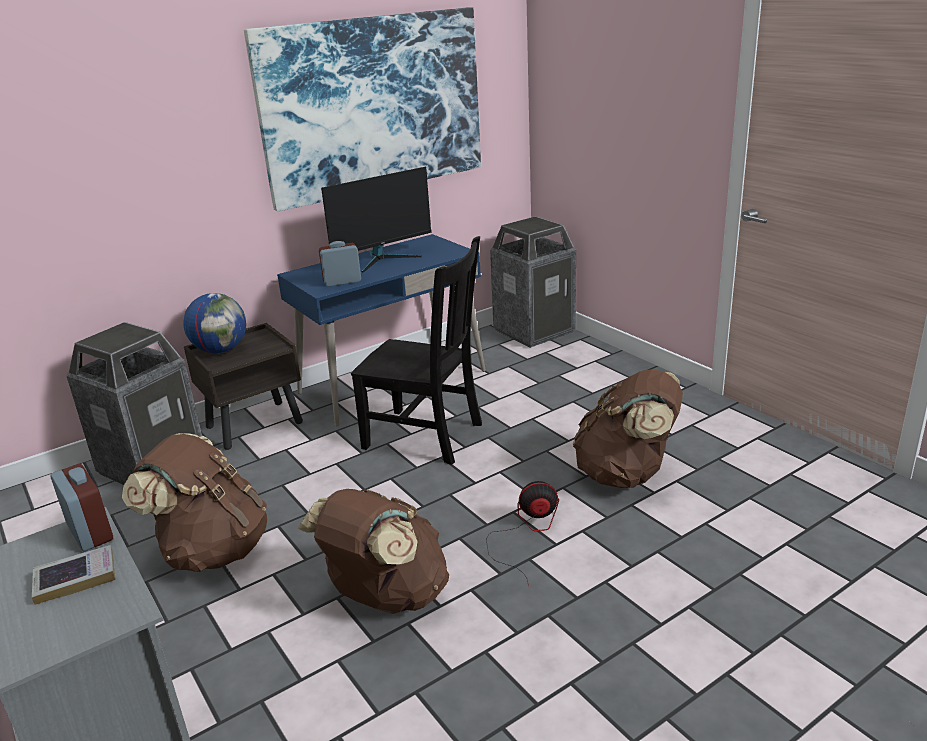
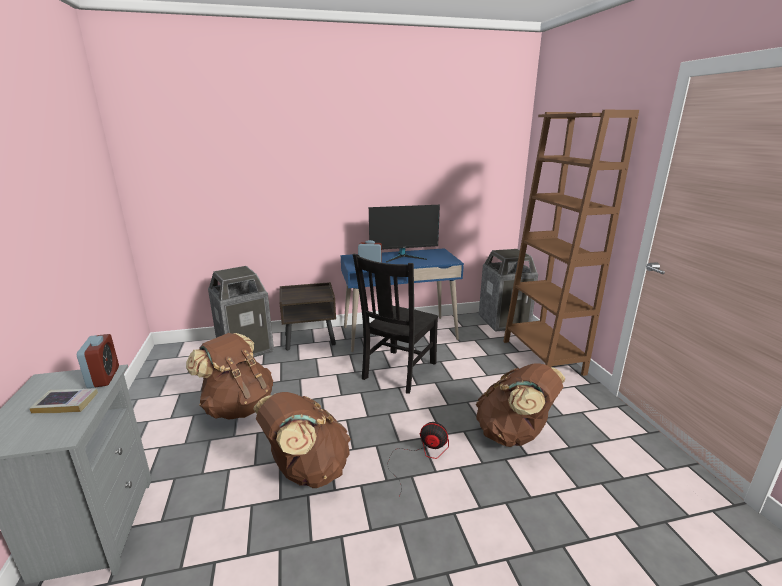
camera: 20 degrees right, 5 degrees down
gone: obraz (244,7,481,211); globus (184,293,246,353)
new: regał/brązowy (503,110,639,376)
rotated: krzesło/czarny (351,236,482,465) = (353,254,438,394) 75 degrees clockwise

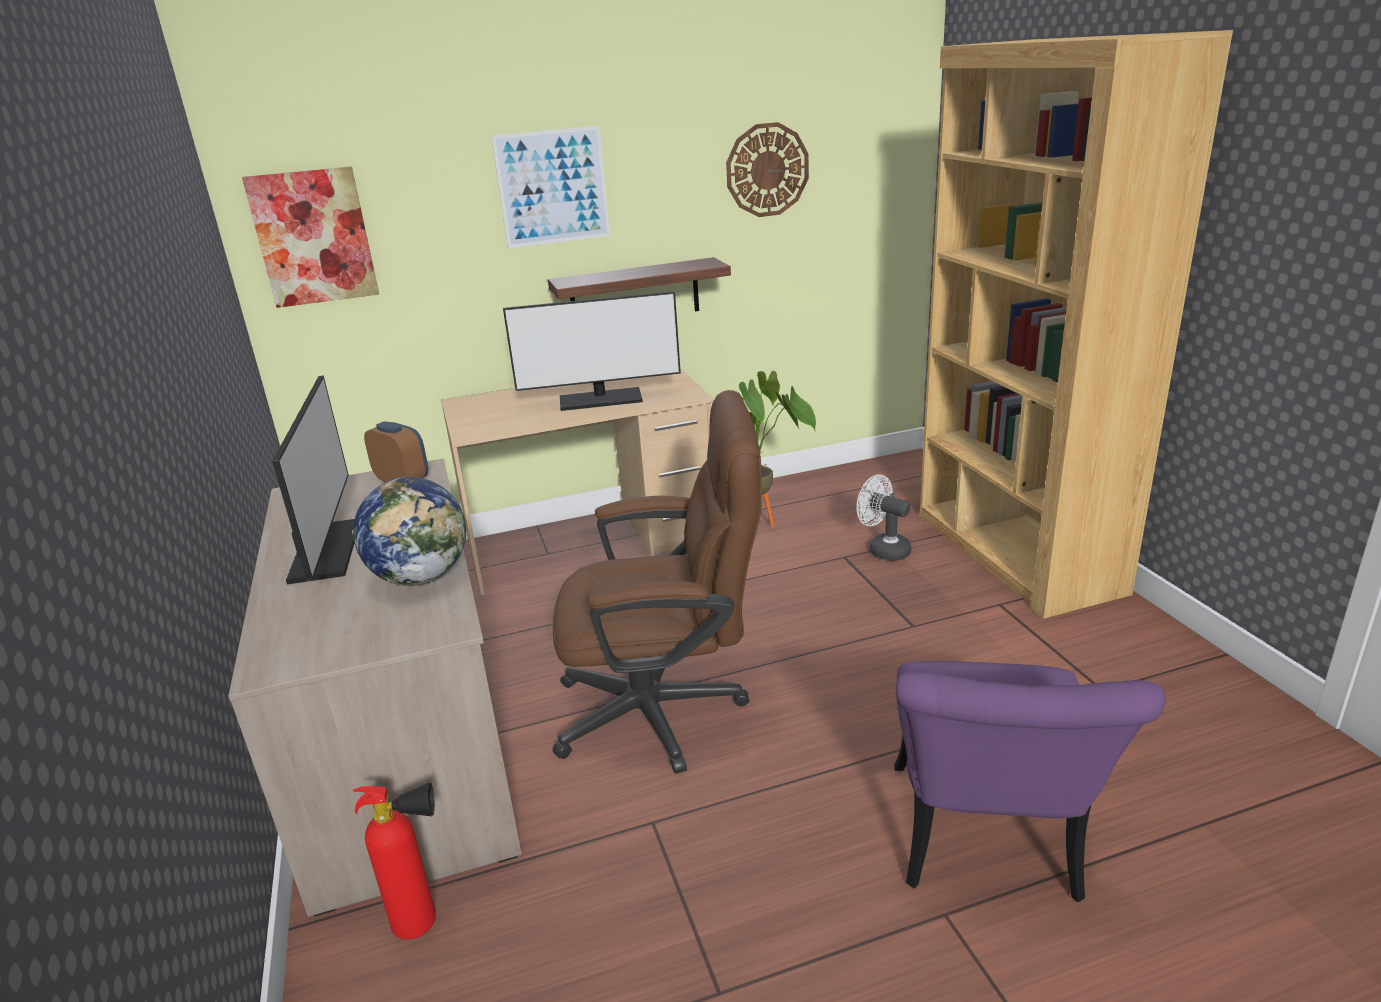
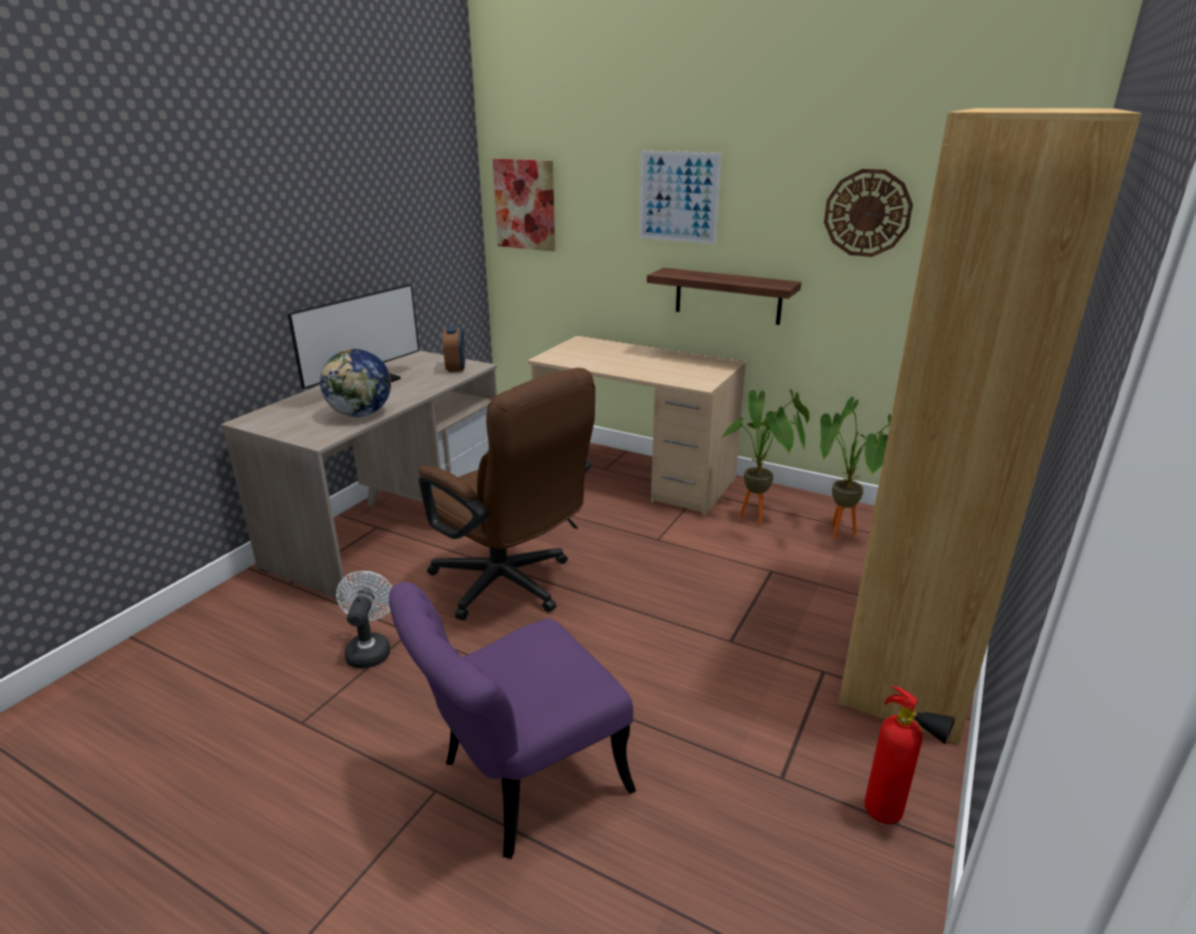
camera: 45 degrees right, 0 degrees up
gone: monitor (503,291,681,411)
new: roślina doniczkowa (820,397,891,539)
shifted: wentylator/biały (856,474,912,561) to (336,571,393,668); gaśnica (353,782,436,940) to (864,686,955,824)

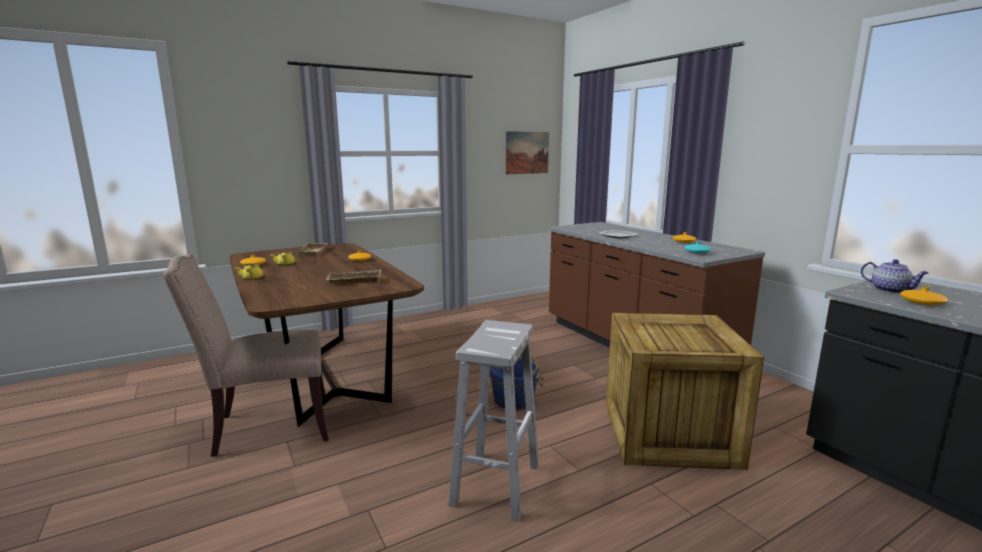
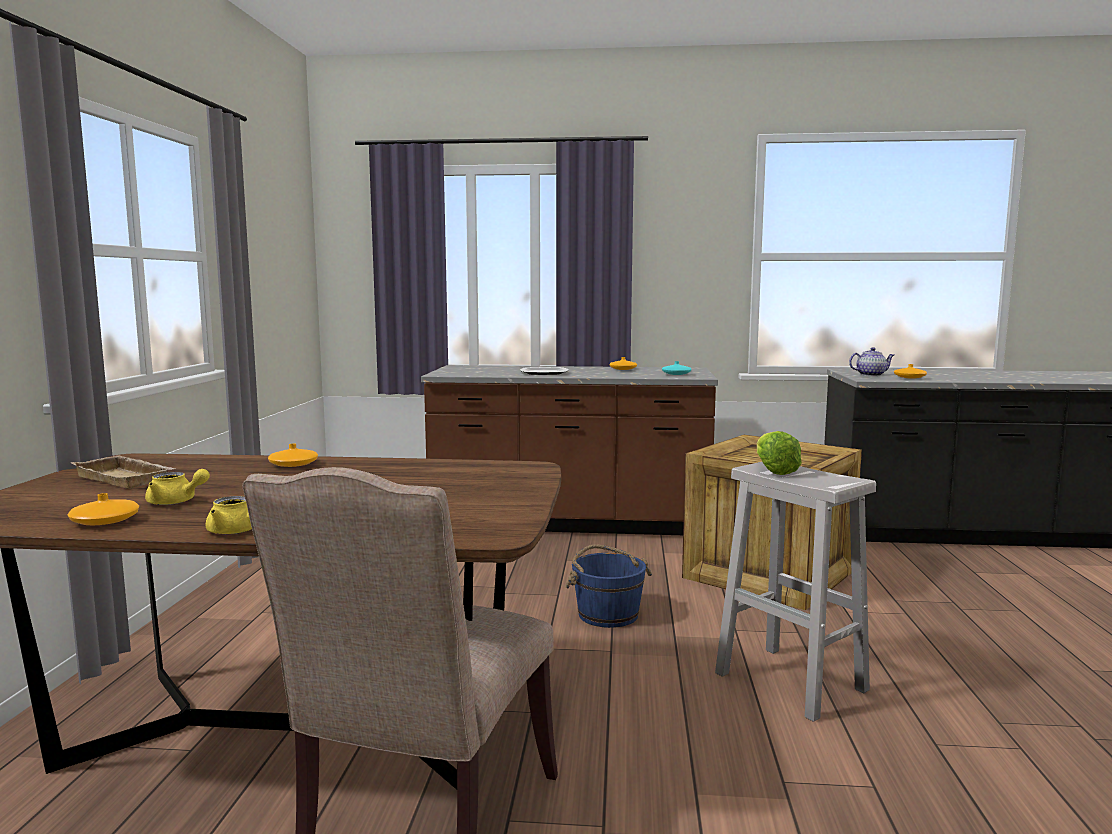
camera: 55 degrees left, 5 degrees down
gone: obraz (505,131,549,174); taca/beżowy (326,269,381,284)
new: sałata (757,431,802,475)

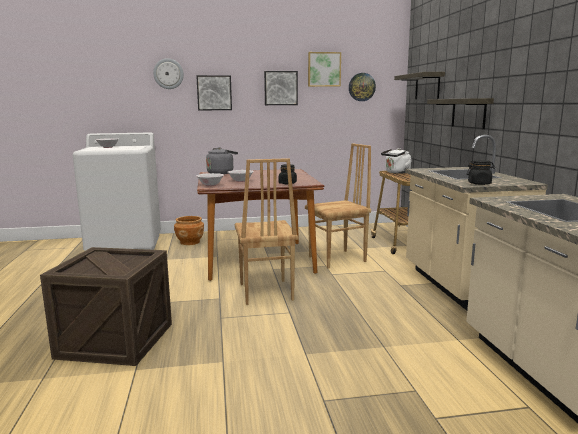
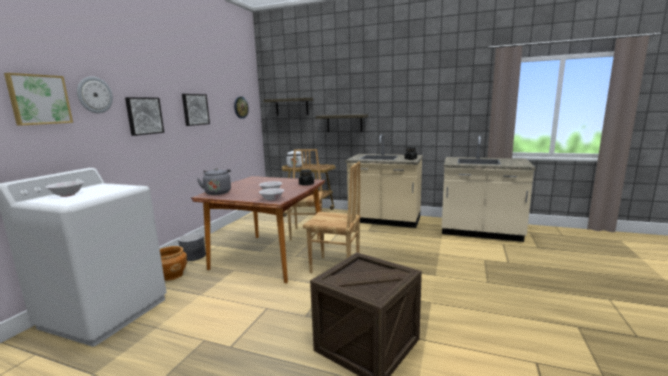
camera: 60 degrees left, 0 degrees up
new: donica/szary (178,233,206,261)
shifted: obraz (308,52,341,87) to (4,73,73,126)

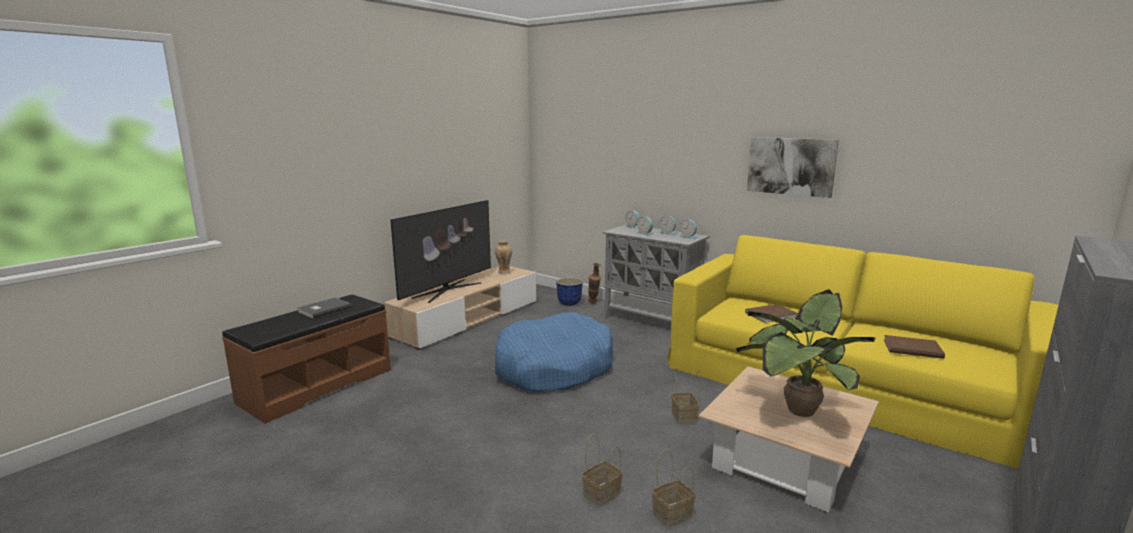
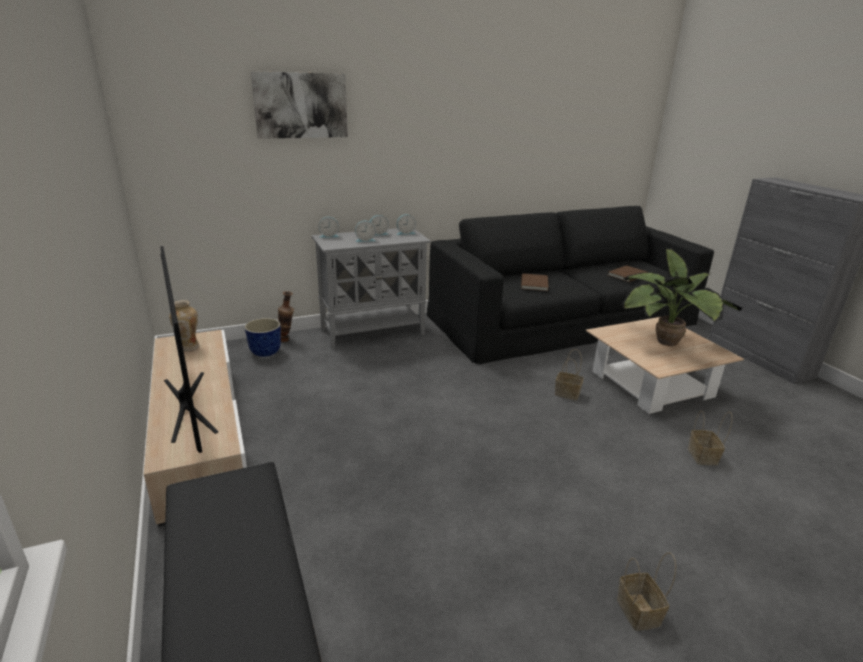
camera: 60 degrees left, 10 degrees up
gone: książka/szary (298,298,352,319); legowisko/niebieski (495,312,613,392)
shifted: obraz (747,137,839,198) to (251,71,348,139); koszyk (582,433,622,506) to (617,552,676,631)
repainted: kanapa/żółty (668,235,1058,469) to kanapa/czarny (427,206,714,365)

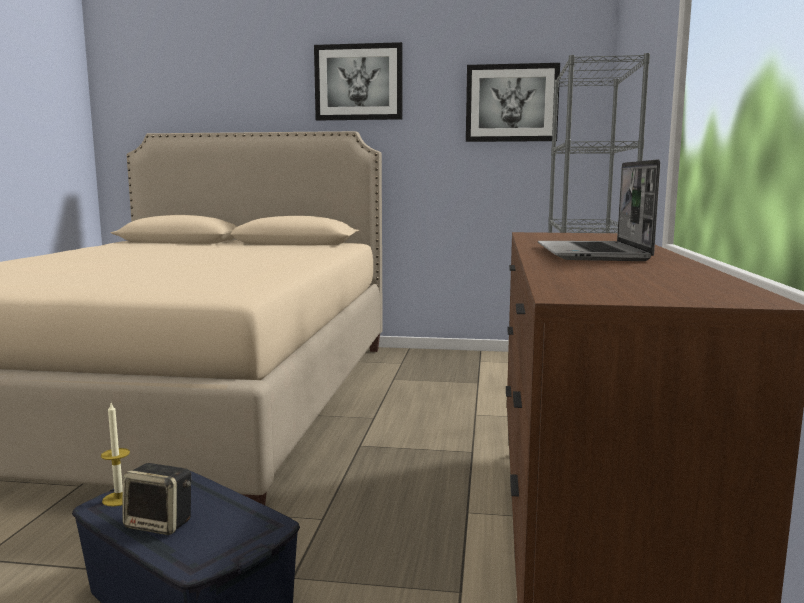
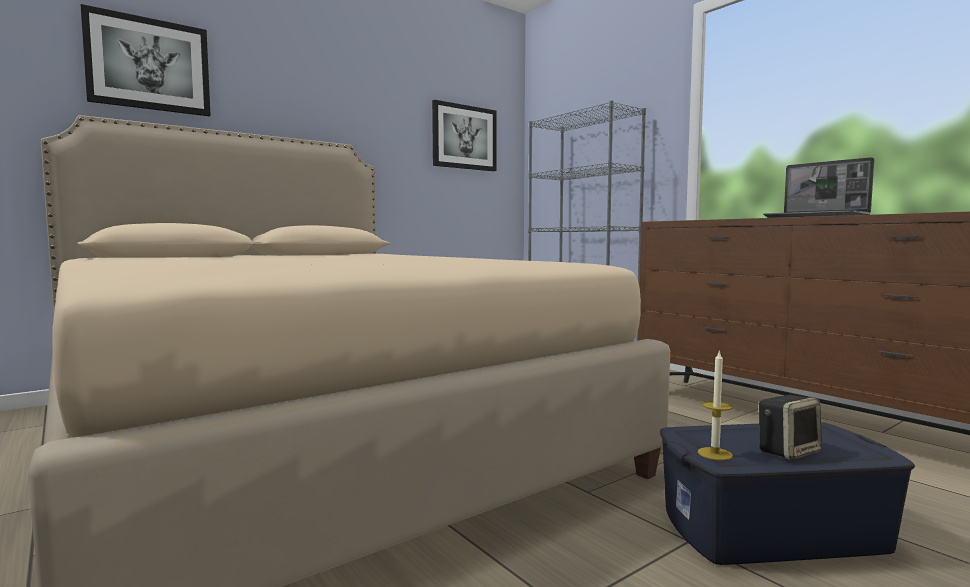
camera: 45 degrees left, 5 degrees down
shifted: obraz (314,42,403,120) to (81,4,211,116)

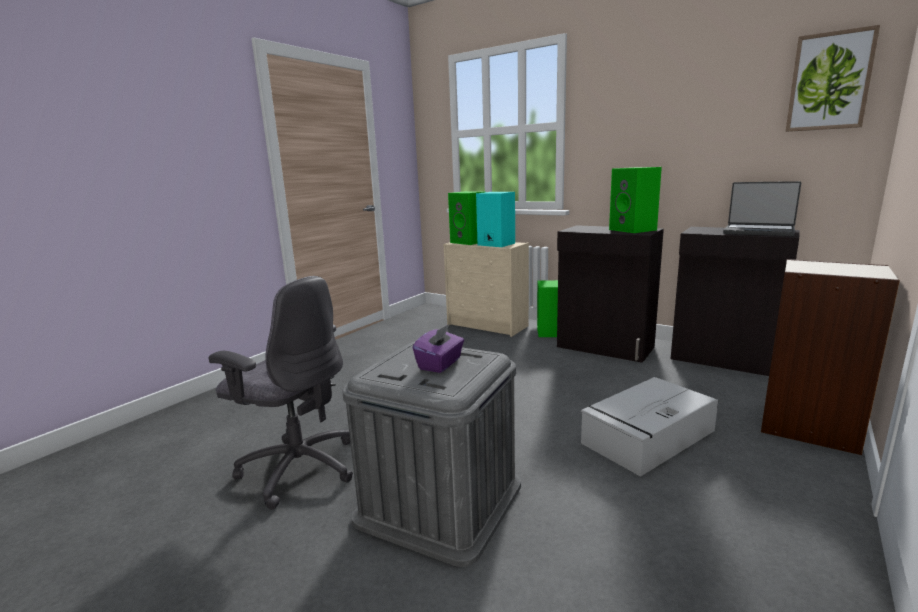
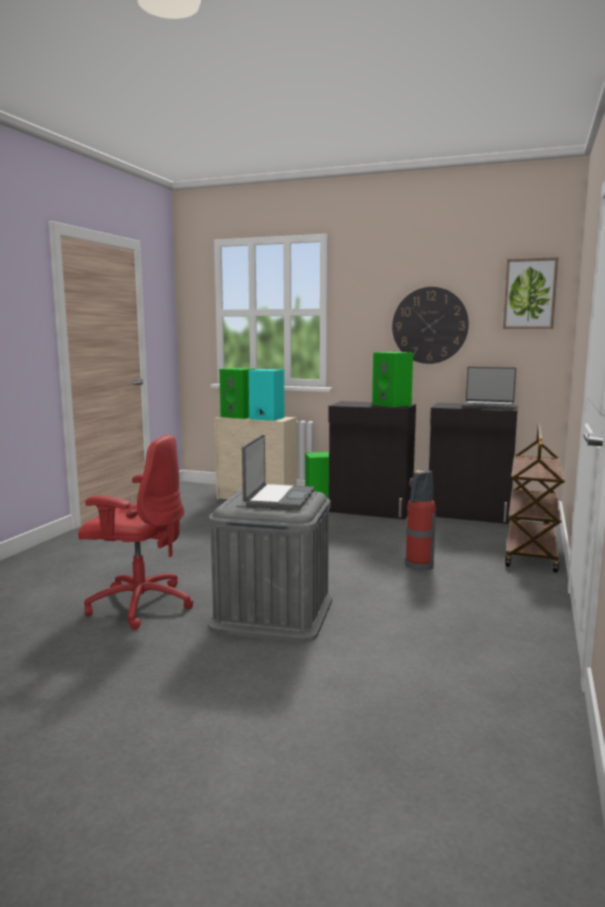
camera: 15 degrees left, 5 degrees down
new: zegar ścienny (392,287,469,364)
swapped: regał (761,259,900,455) to wózek/brązowy (505,423,565,573); pudełko chusteczek/fioletowy (413,324,464,373) to laptop (242,434,315,510); pojemnik do przechowywania/szary (581,377,718,477) to gaśnica (405,469,436,570)
repainted: krzesło biurowe/szary (208,276,353,510) to krzesło biurowe/czerwony (78,434,194,630)

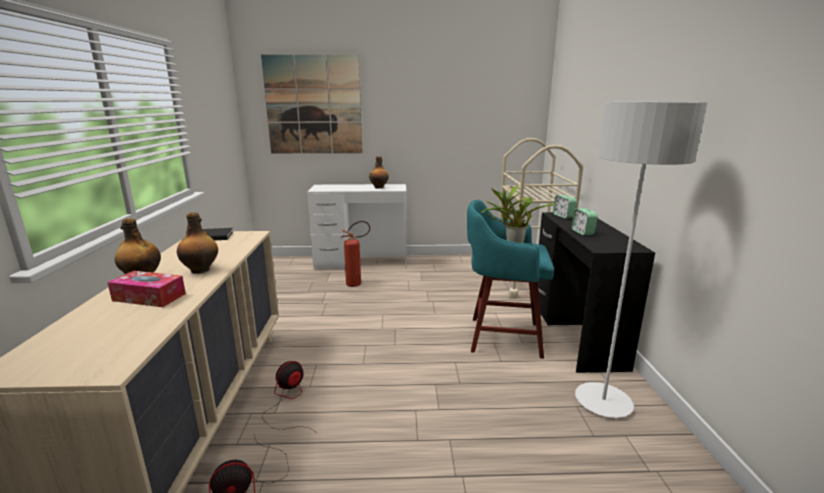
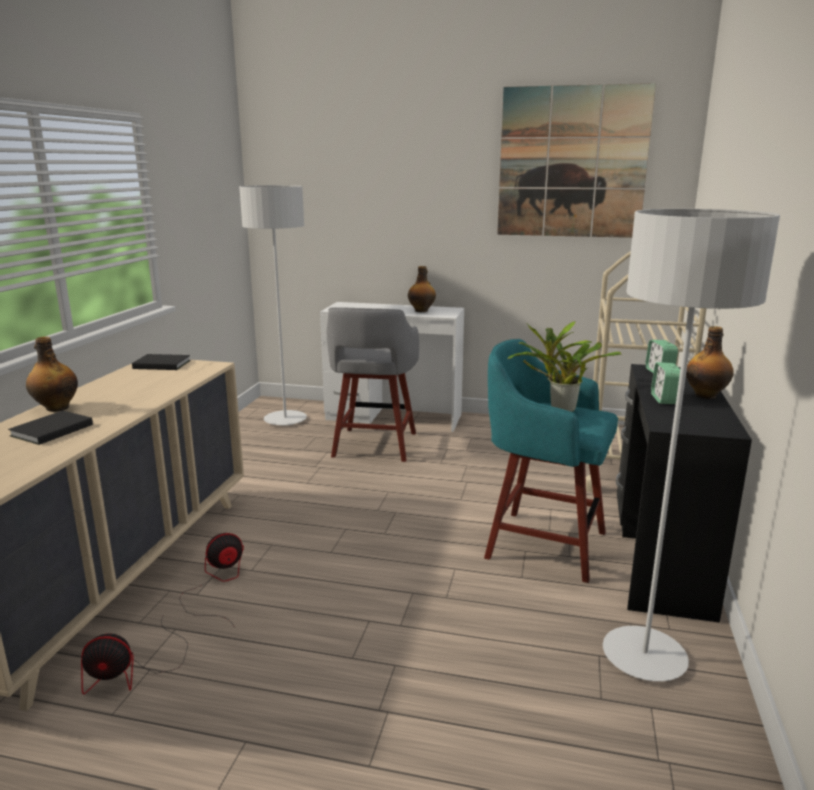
camera: 15 degrees right, 0 degrees up
new: lampa stojąca/szary (239,185,307,426)
shifted: obraz (261,55,362,153) to (497,83,656,238); butelka (177,212,218,274) to (686,326,734,399)
swapped: gaśnica (341,221,370,287) to stołek/szary (326,307,419,462); pudełko chusteczek (107,271,186,307) to książka/czarny (8,411,93,445)

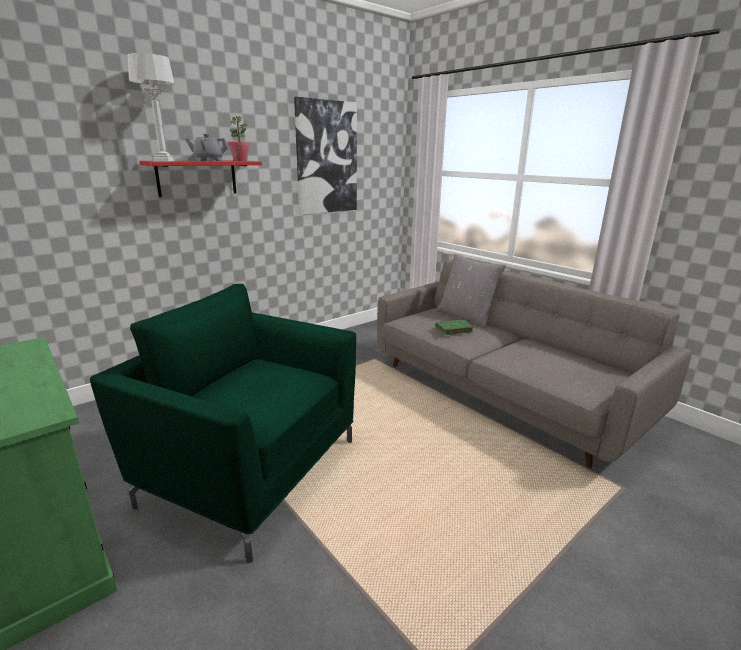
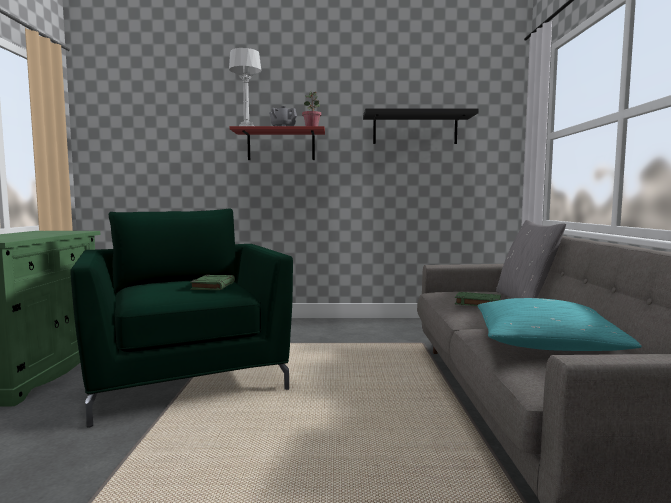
camera: 40 degrees right, 15 degrees down
new: książka/zielony (190,275,235,290); poduszka/turkusowy (478,298,642,351)
swapped: obraz (294,97,357,215) to półka/czarny (363,108,479,144)

